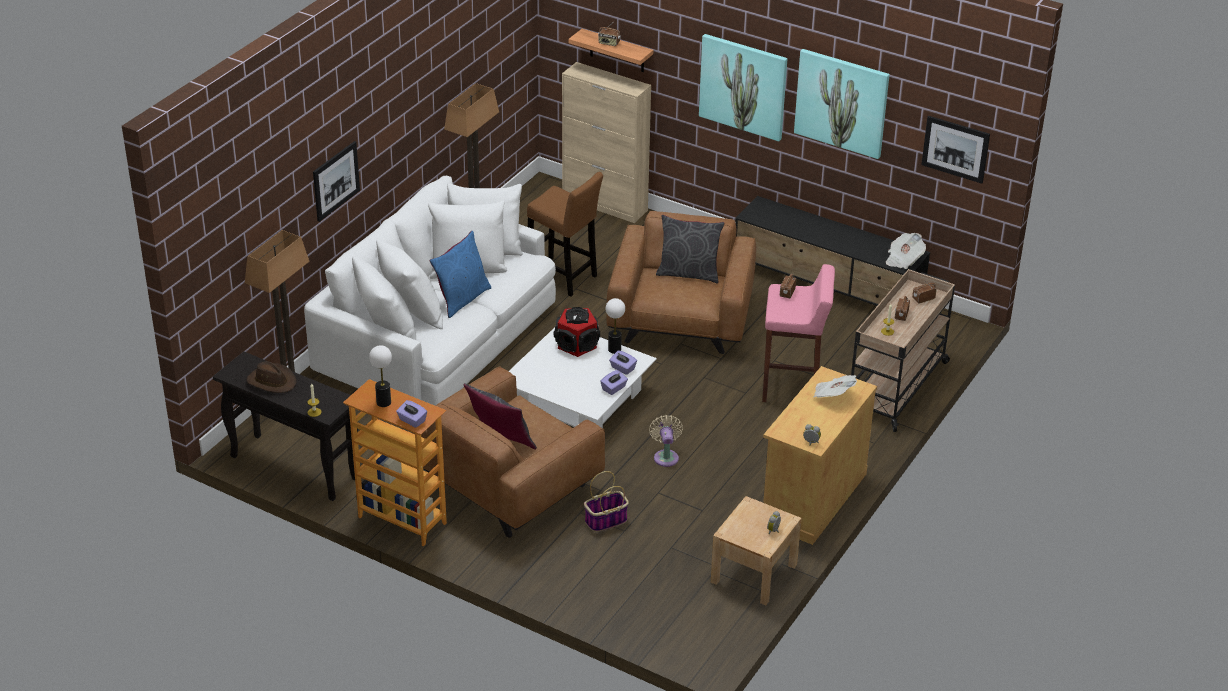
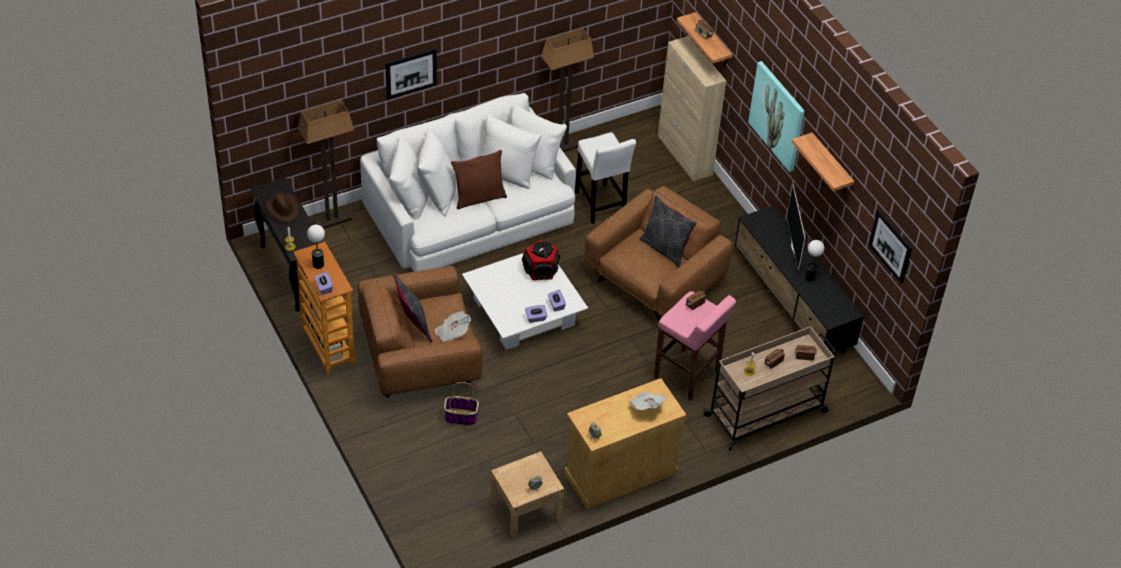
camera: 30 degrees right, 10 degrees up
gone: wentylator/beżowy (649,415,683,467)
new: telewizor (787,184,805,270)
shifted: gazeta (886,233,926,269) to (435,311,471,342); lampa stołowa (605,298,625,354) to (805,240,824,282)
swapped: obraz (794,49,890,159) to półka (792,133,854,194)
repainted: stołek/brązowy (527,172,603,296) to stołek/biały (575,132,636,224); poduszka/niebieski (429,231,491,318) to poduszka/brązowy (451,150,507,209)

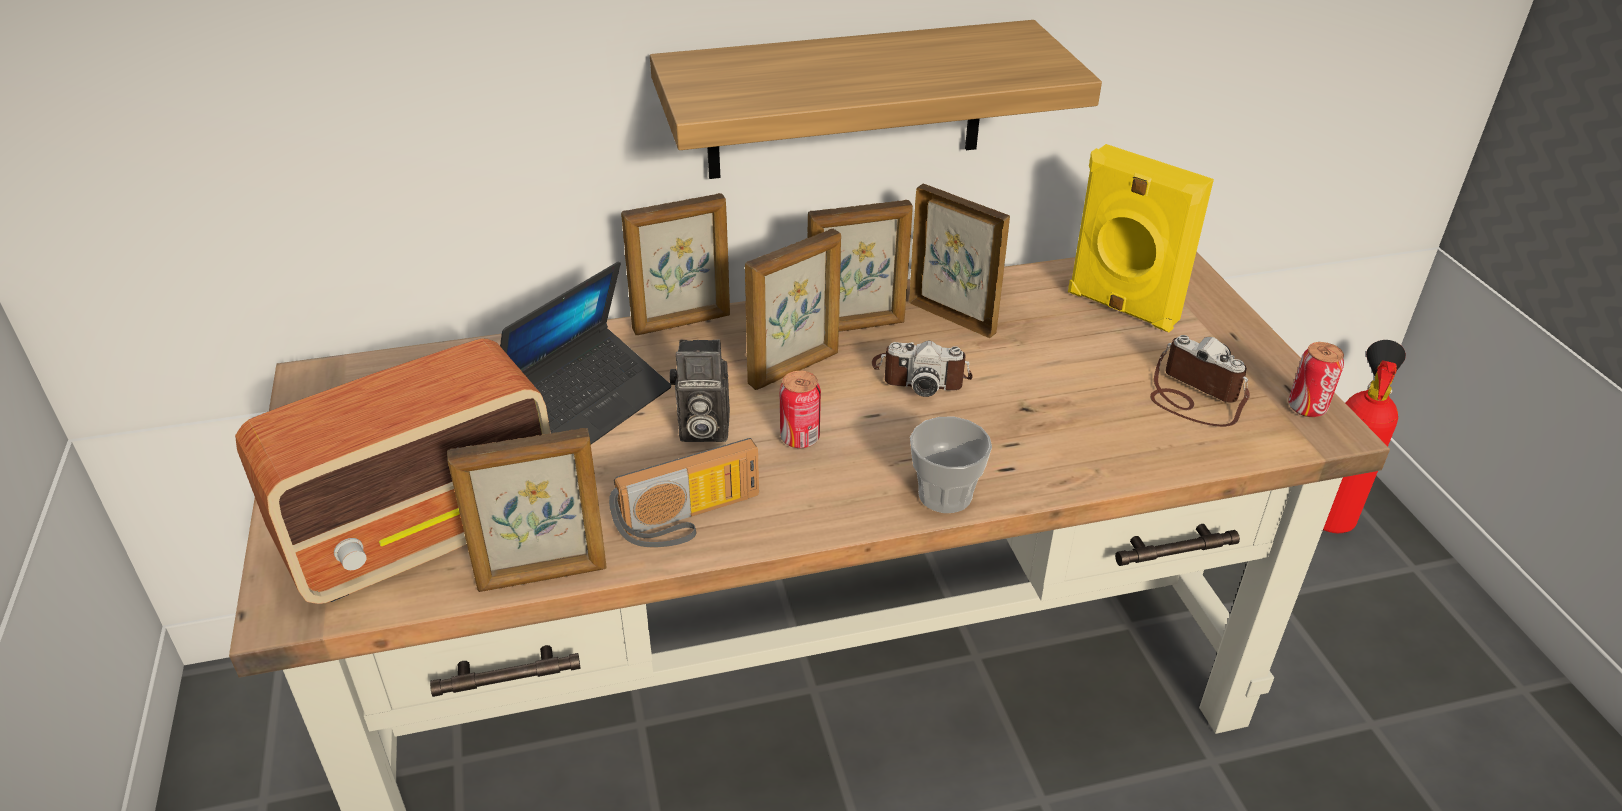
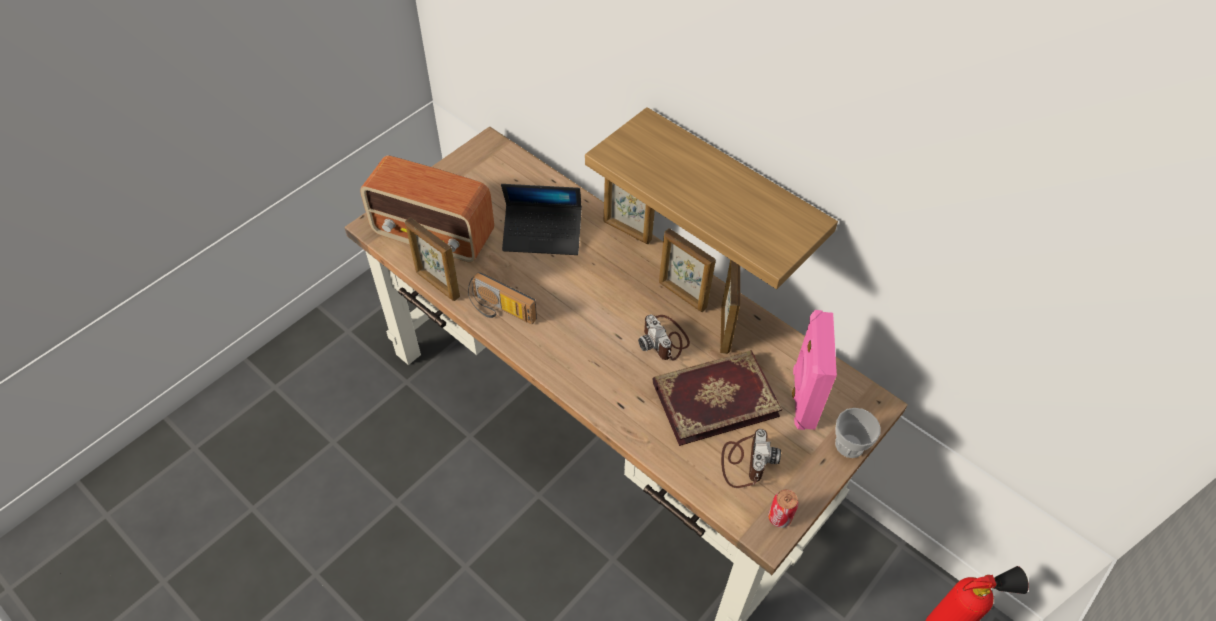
camera: 55 degrees right, 15 degrees up
gone: ramka na zdjęcie (745,229,841,390); aparat fotograficzny (670,339,730,442); puszka (779,371,821,448)
new: książka (653,350,782,446)
shifted: filiżanka (910,417,992,513) to (835,408,880,458)
repainted: głośnik/żółty (1068,144,1214,332) to głośnik/różowy (792,310,837,430)

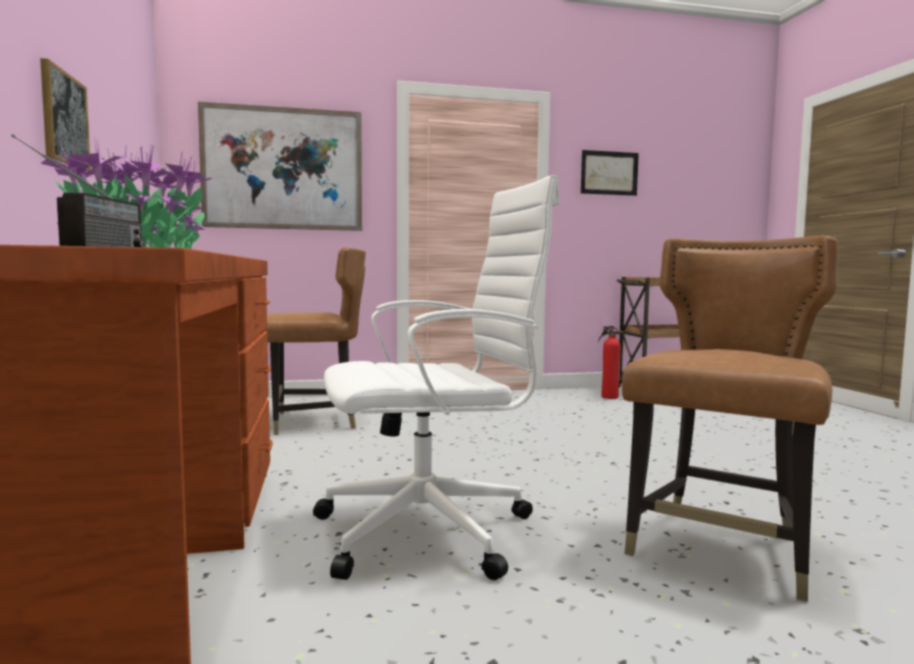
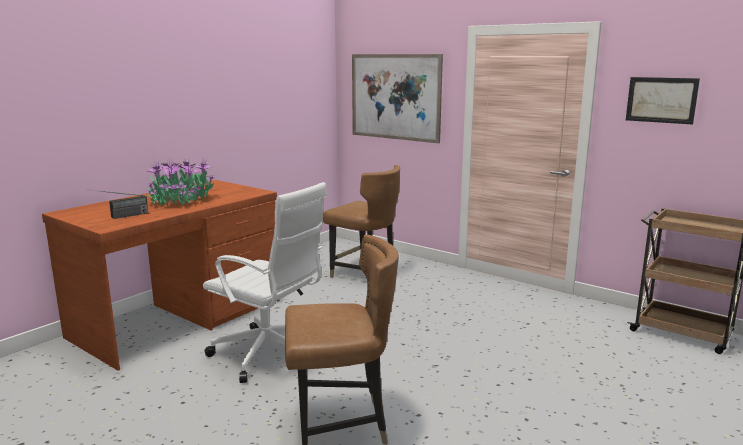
camera: 50 degrees right, 10 degrees up
gone: obraz (40,58,91,172); gaśnica (598,326,624,399)

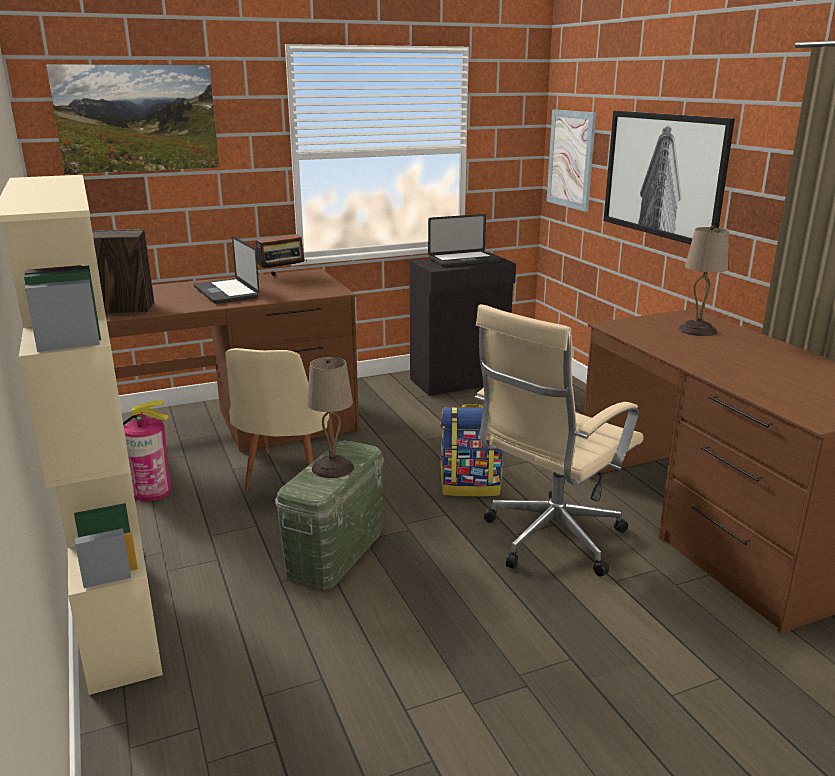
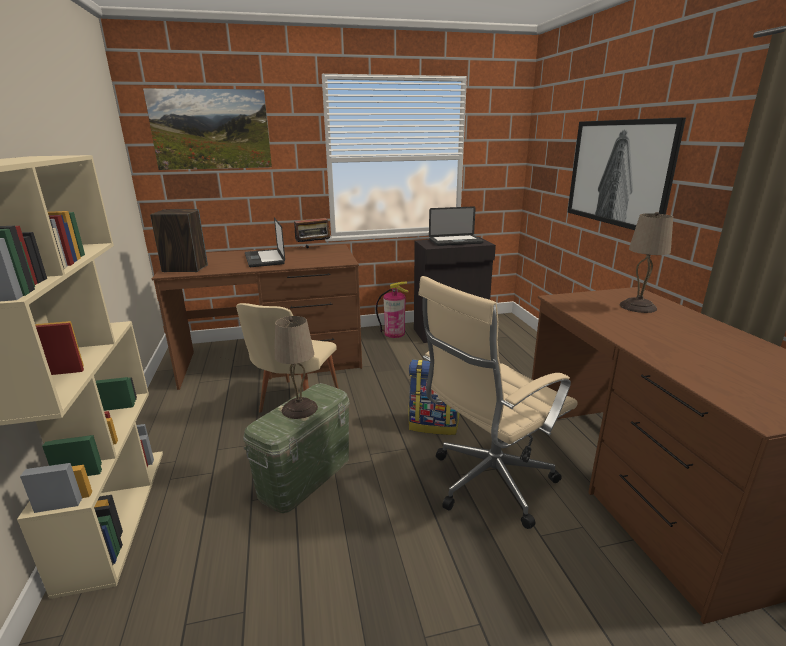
camera: 10 degrees right, 0 degrees up
gone: obraz (546,109,596,212)
shifted: gaśnica (123,400,171,501) to (376,282,409,338)

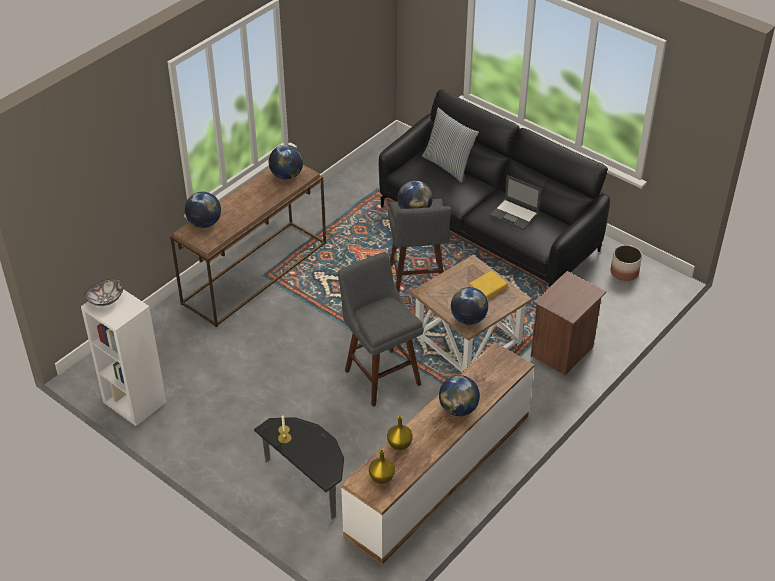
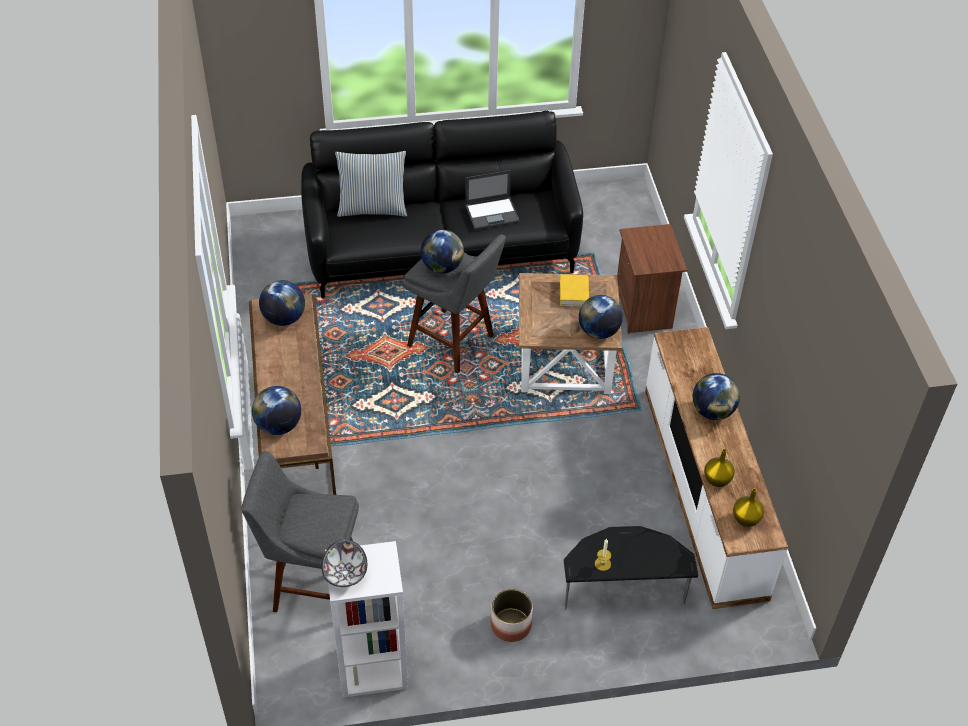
camera: 50 degrees left, 5 degrees up
shifted: donica (611,245,642,281) to (491,589,533,642); stołek/szary (338,252,424,407) to (241,451,359,612)

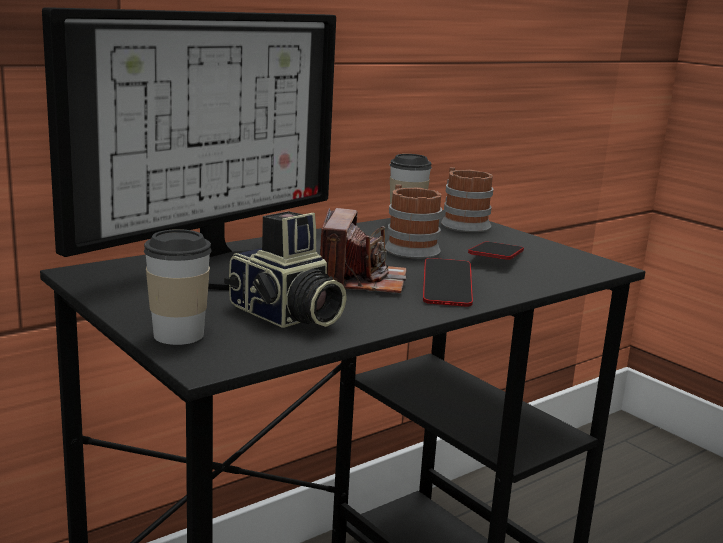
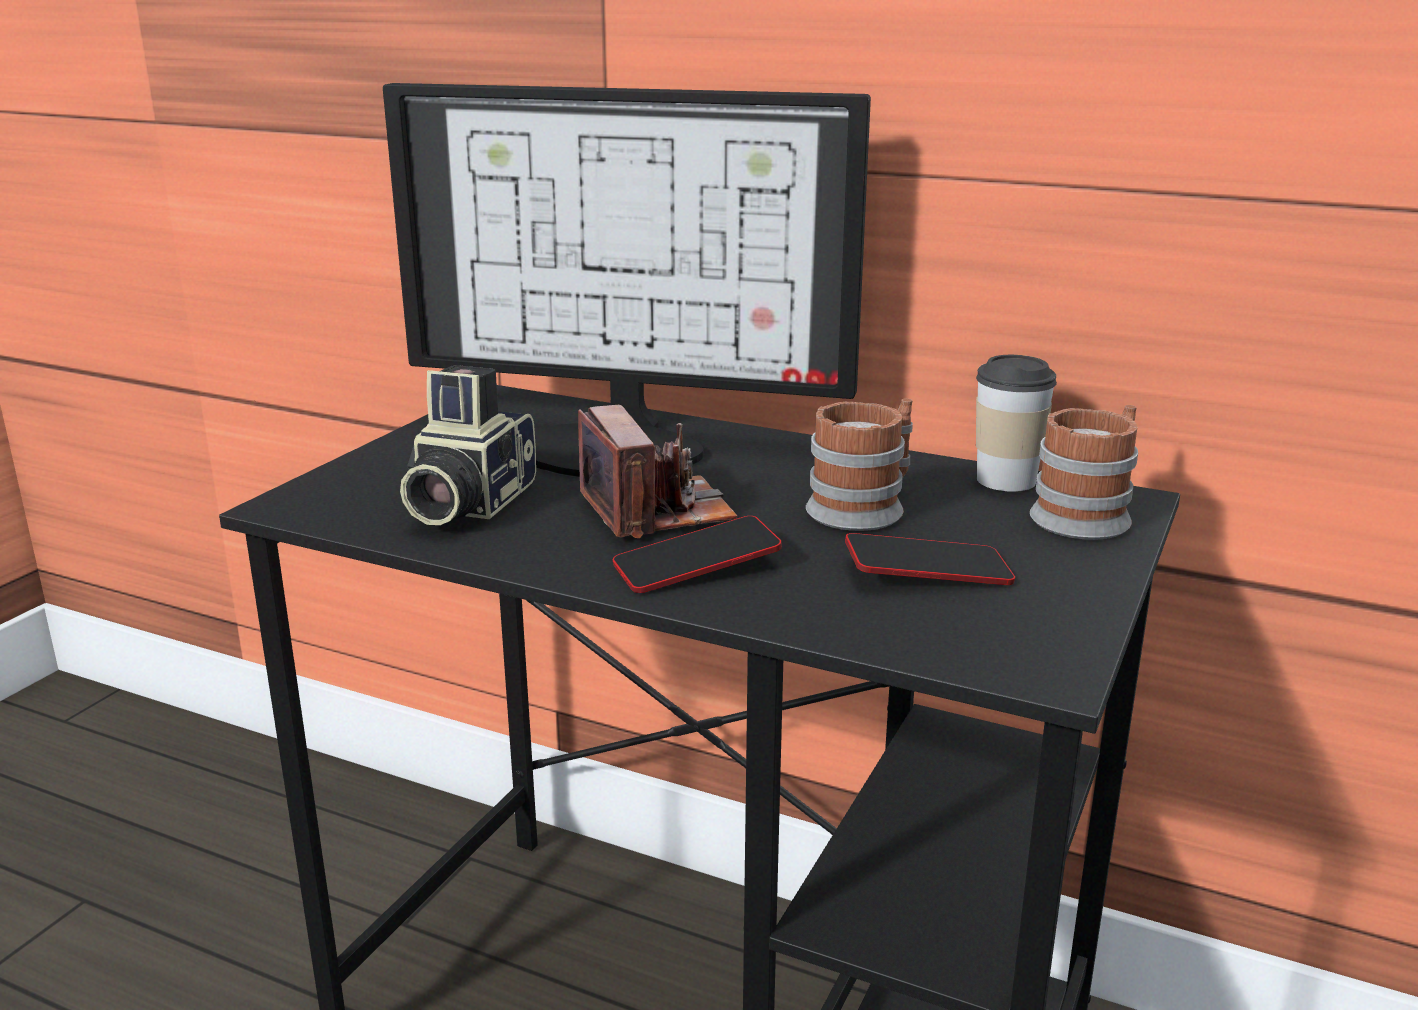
camera: 65 degrees right, 5 degrees up
gone: filiżanka (144,229,212,345)
rotated: aparat fotograficzny (320,208,407,293) = (578,405,737,538) 90 degrees counterclockwise

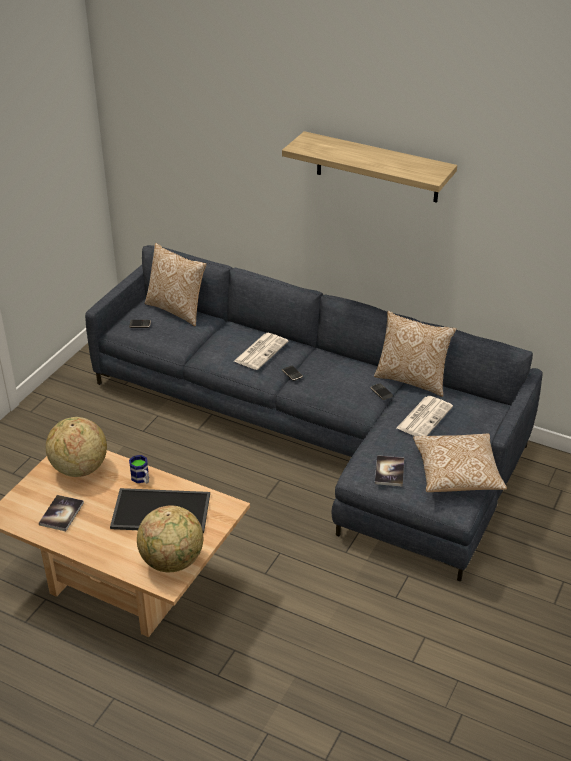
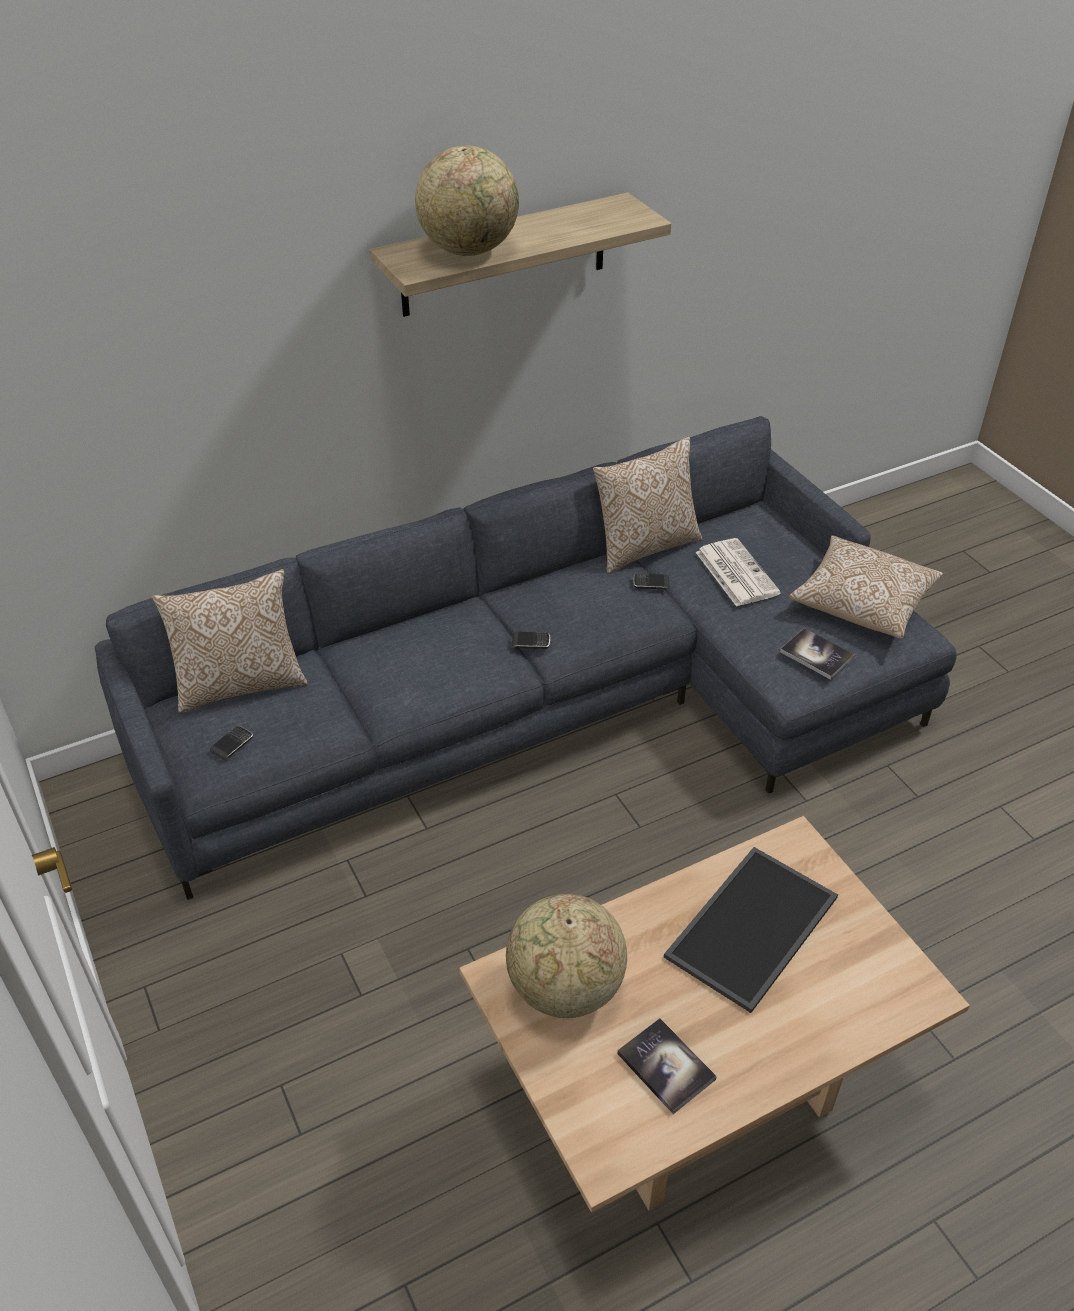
camera: 55 degrees left, 5 degrees up
gone: gazeta (234,333,288,370); kubek (129,455,149,483)
shifted: globus (137,505,203,572) to (415,145,519,256)

